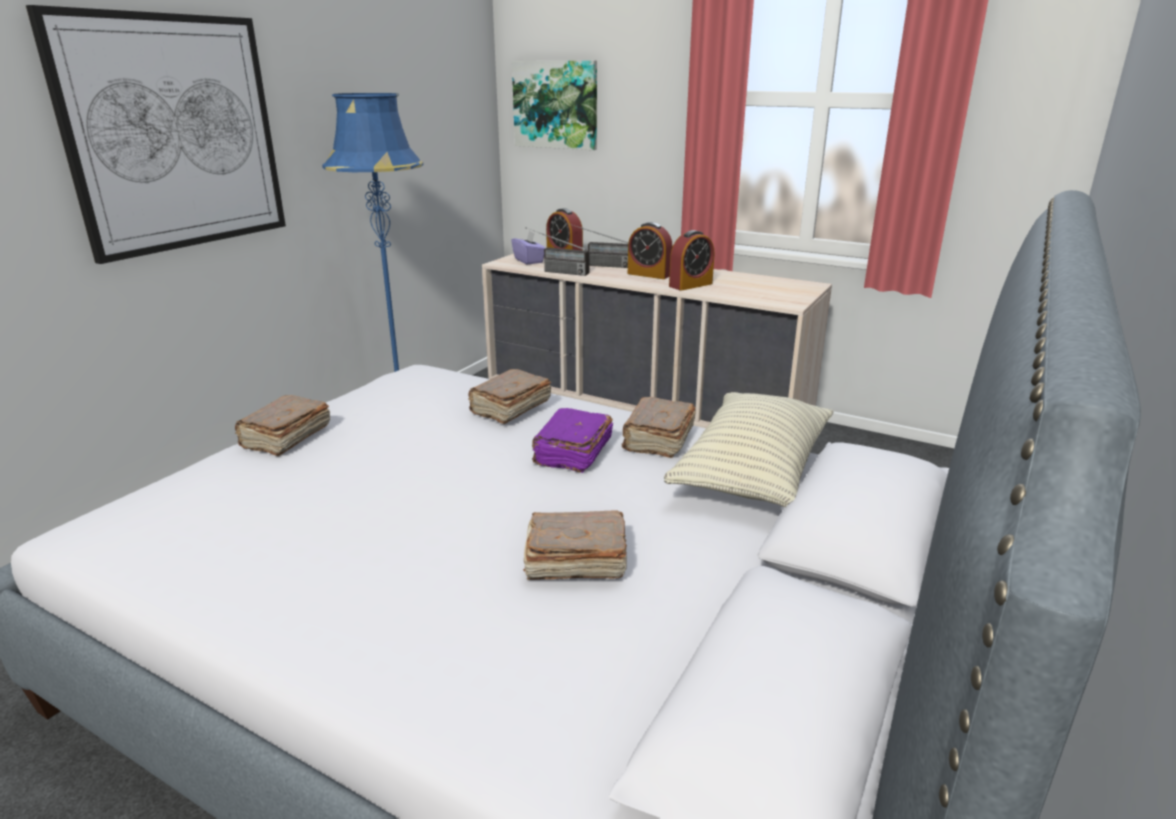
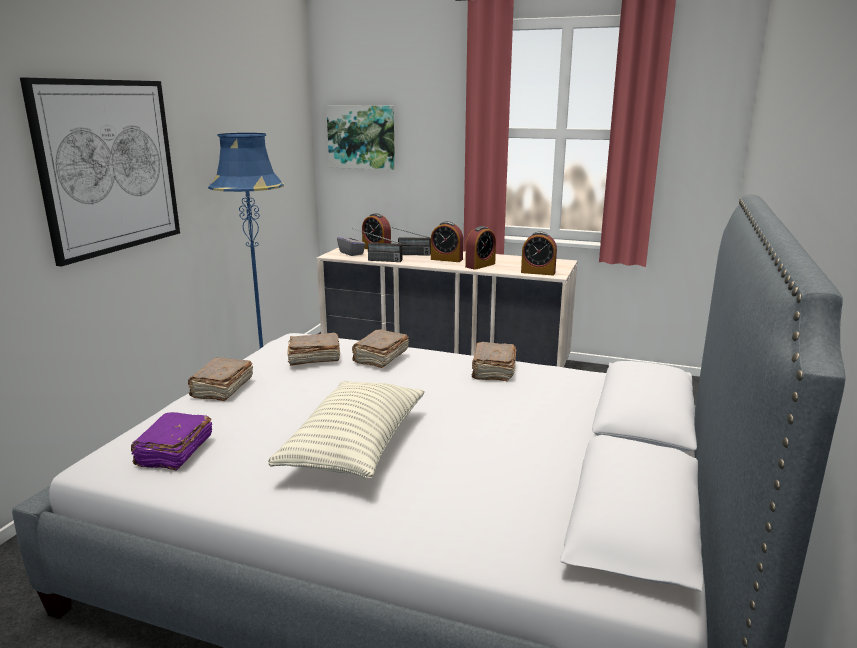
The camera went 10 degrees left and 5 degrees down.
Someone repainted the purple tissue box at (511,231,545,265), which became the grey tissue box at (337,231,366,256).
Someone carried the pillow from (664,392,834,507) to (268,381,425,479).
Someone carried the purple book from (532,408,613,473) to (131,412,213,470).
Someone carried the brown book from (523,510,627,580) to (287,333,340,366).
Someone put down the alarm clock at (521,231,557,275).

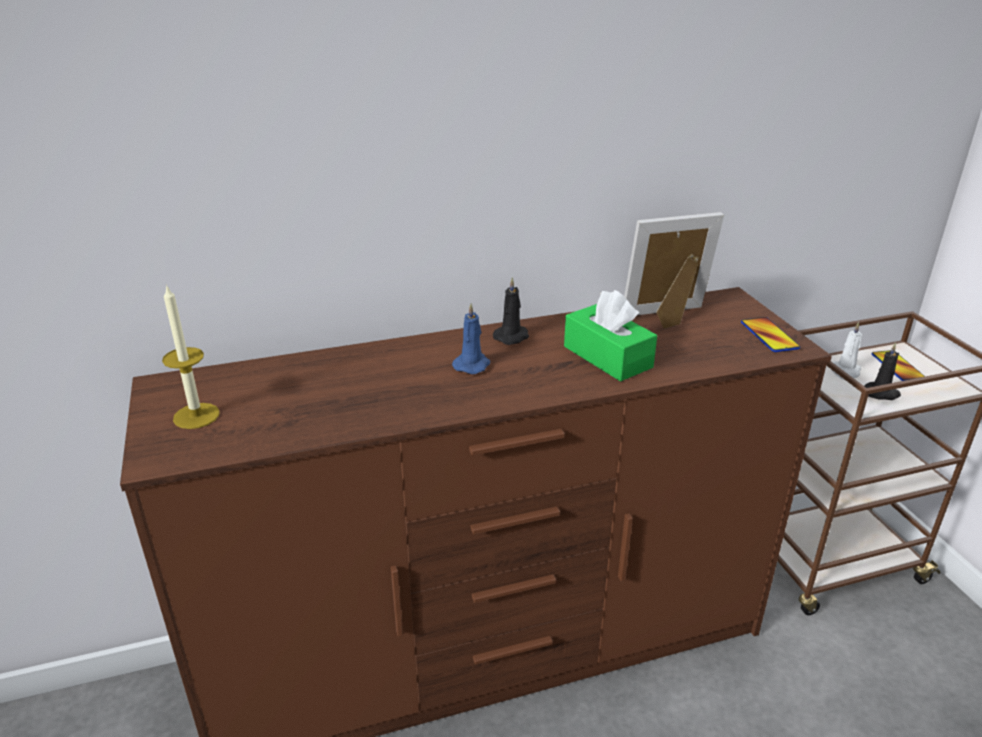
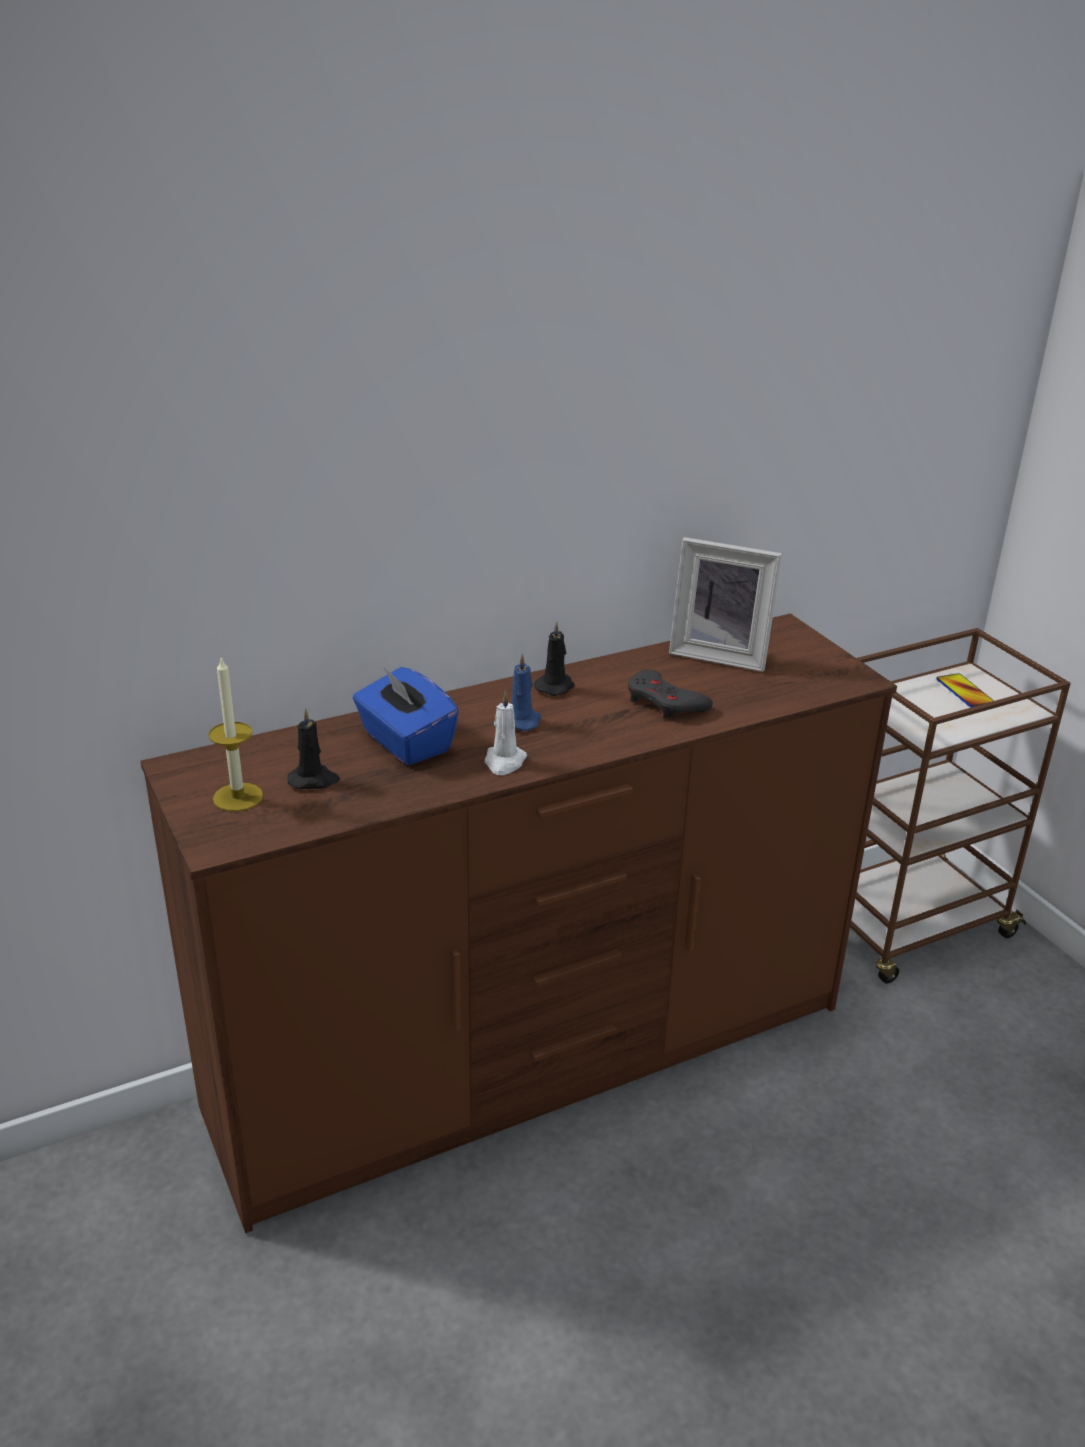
The camera went 10 degrees left and 0 degrees up.
Someone rotated the picture frame at (624,212,724,329) by 135 degrees counterclockwise.
Someone swapped the green tissue box at (564,290,657,382) for the grey game controller at (628,669,713,719).
Someone took away the phone at (741,317,800,352).
Someone carried the white candle from (832,322,862,380) to (485,690,527,775).
Someone carried the black candle from (865,343,901,400) to (287,709,340,789).
Someone put down the blue tissue box at (353,666,459,765).

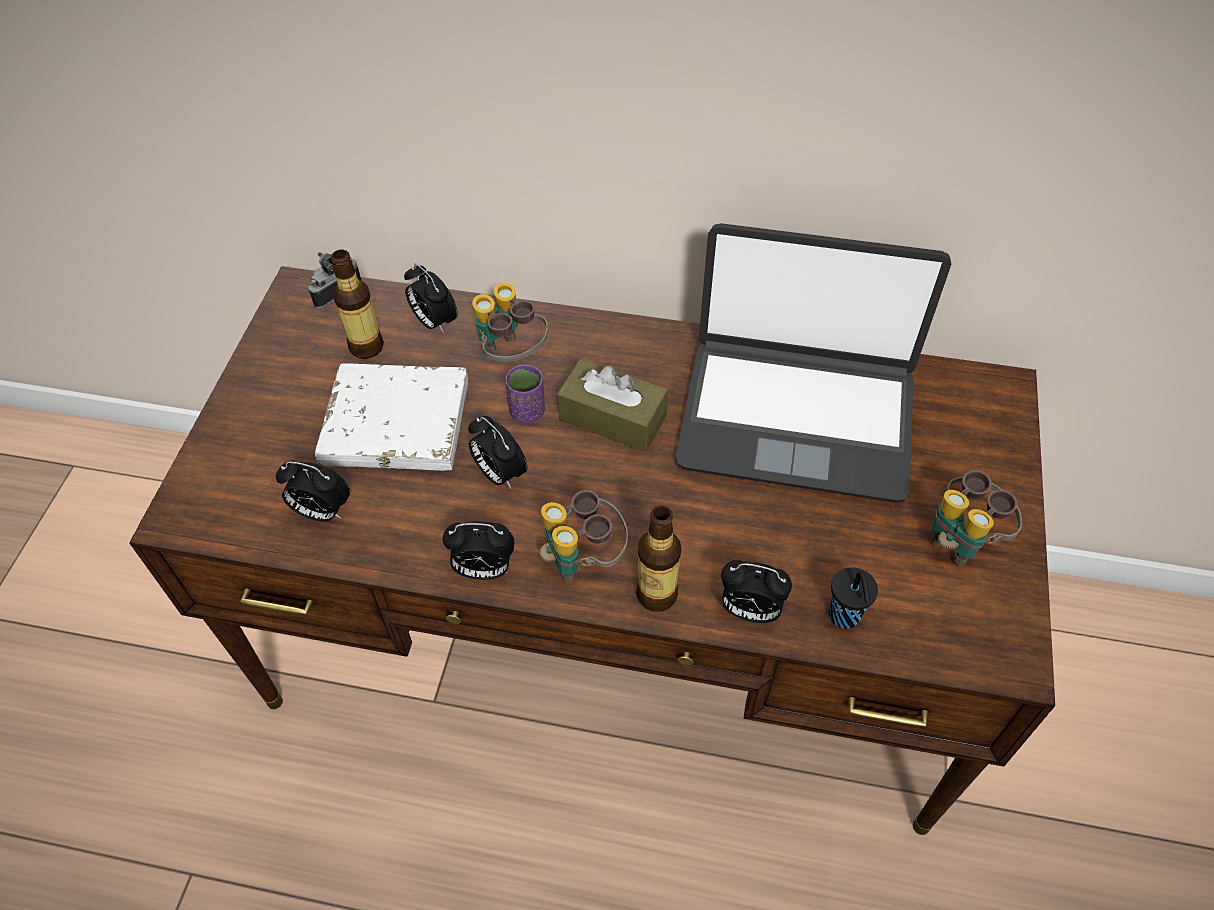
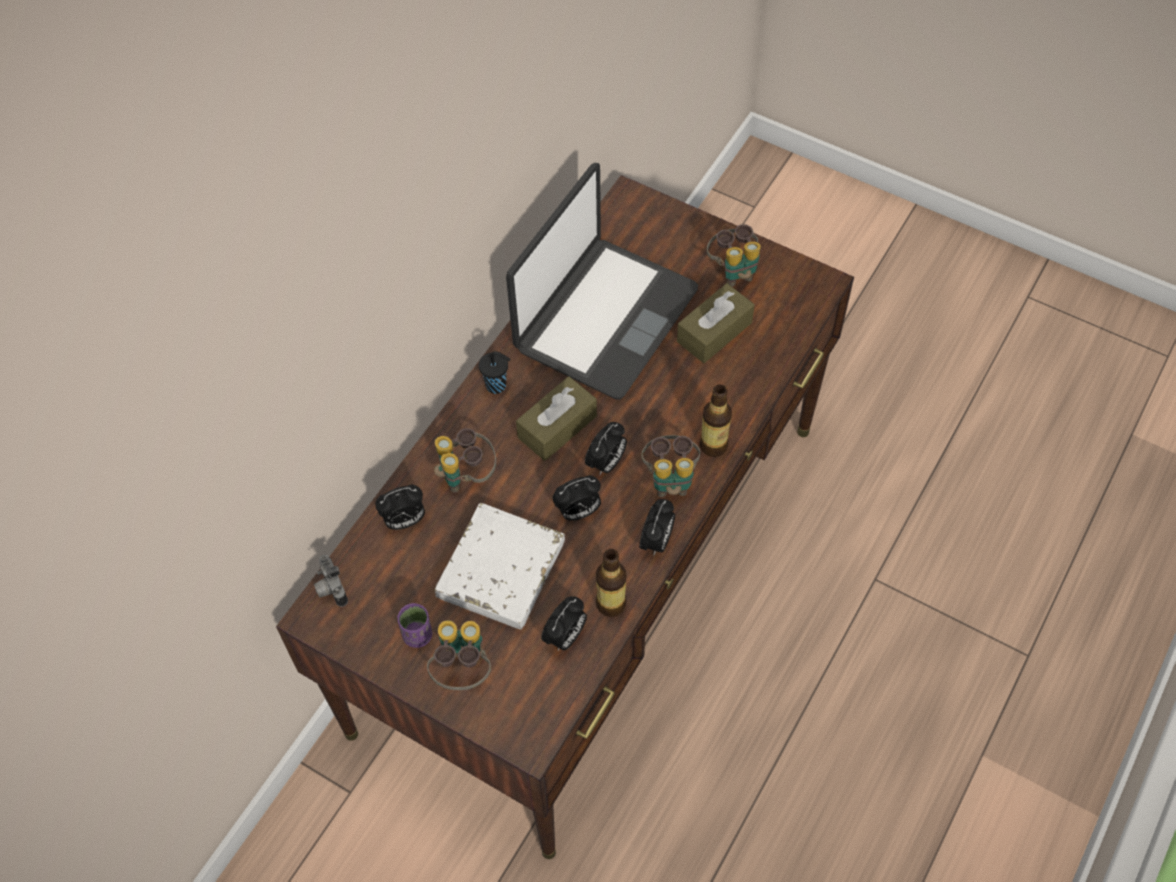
The camera went 70 degrees left and 5 degrees up.
Someone carried the bottle from (331,250,384,359) to (596,549,627,617).
Someone carried the purple cup from (505,365,545,423) to (397,603,432,648).
Someone carried the alarm clock from (721,560,792,623) to (585,422,627,475).
Someone carried the black cup from (829,567,878,629) to (479,351,510,394).
Someone put down the brown tissue box at (677,283,755,363).
Someone put down the binoculars at (427,620,491,690).

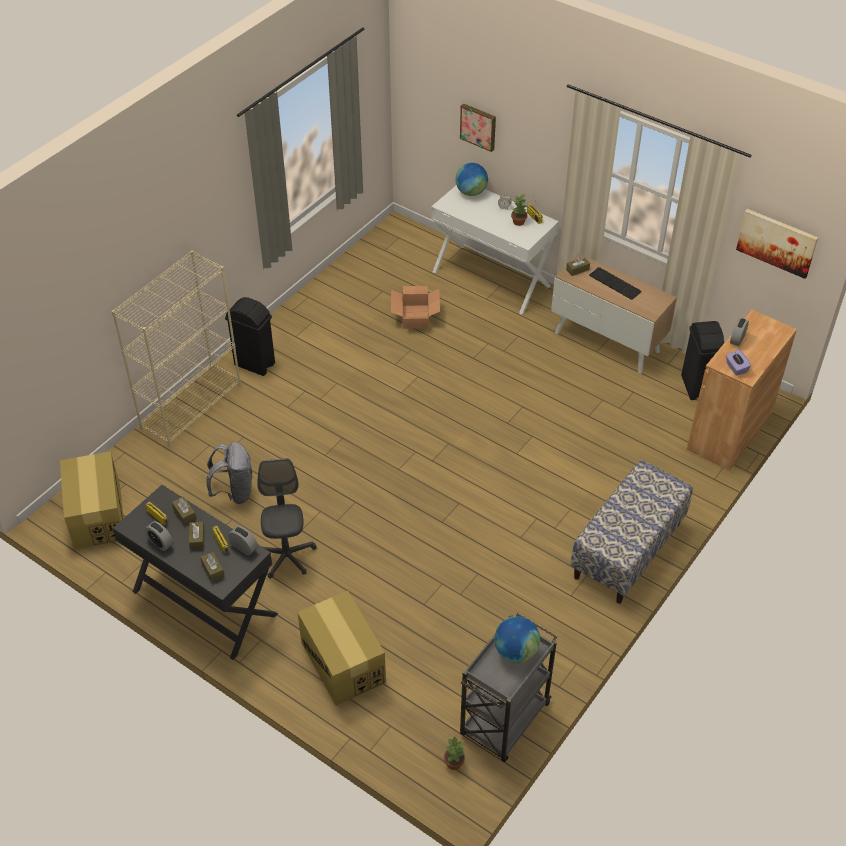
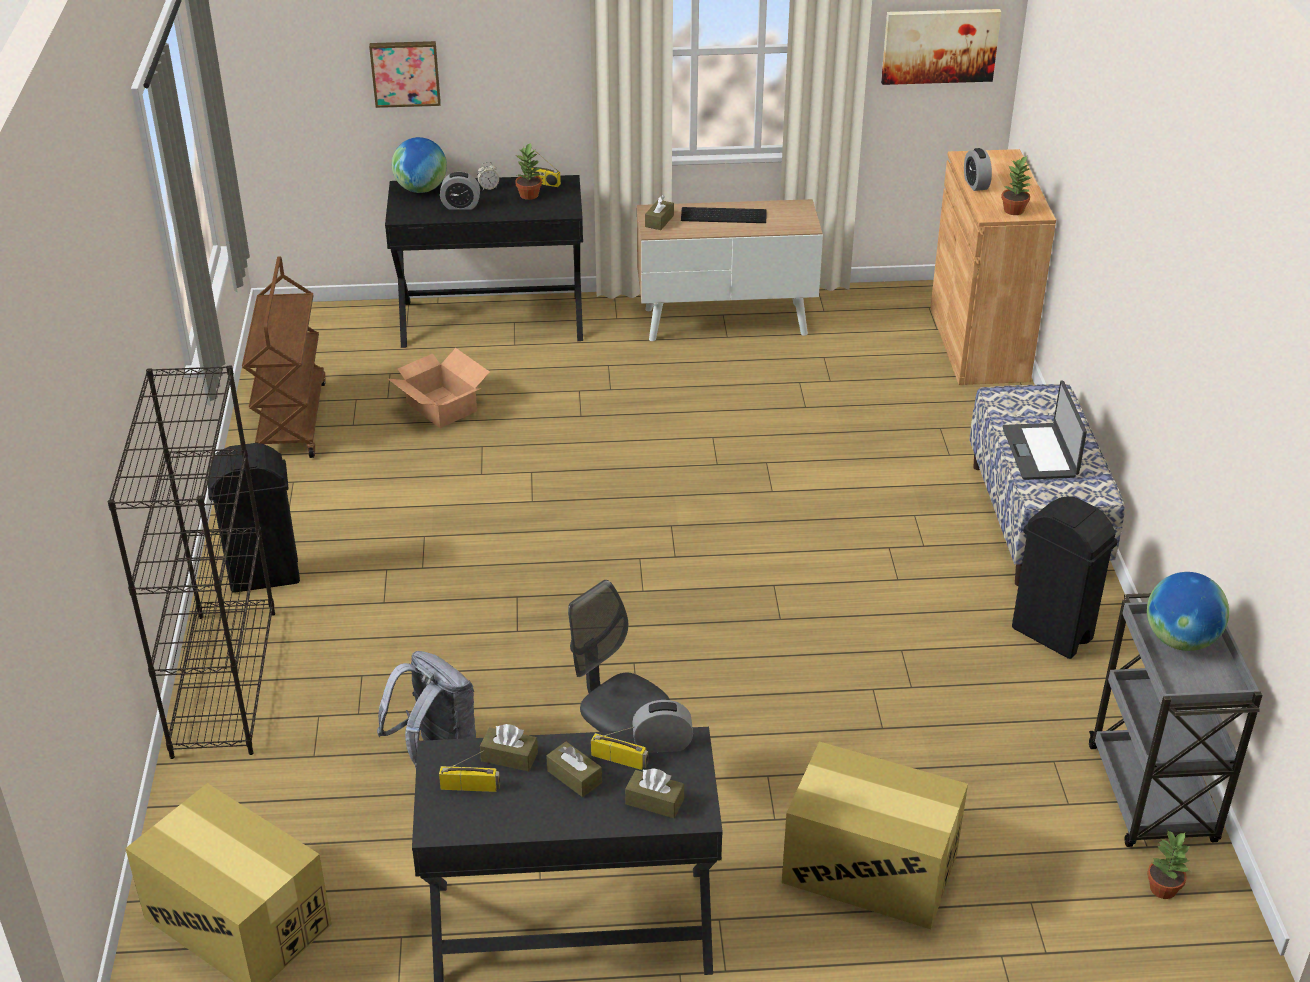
The camera went 40 degrees left and 10 degrees down.
Someone repainted the white desk at (431,185,559,315), which became the black desk at (385,175,583,348).
Someone repainted the beige bookcase at (112,251,241,447), which became the black bookcase at (108,365,275,759).
Someone carried the black trash can from (681,321,724,400) to (1012,496,1118,659).
Someone swapped the purple tissue box at (726,349,751,376) for the potted plant at (1001,156,1032,215).
Someone carried the alarm clock from (145,521,173,551) to (440,172,480,209).
Someone put down the brown cart at (242,256,326,458).
Someone put down the laptop at (1003,380,1087,480).

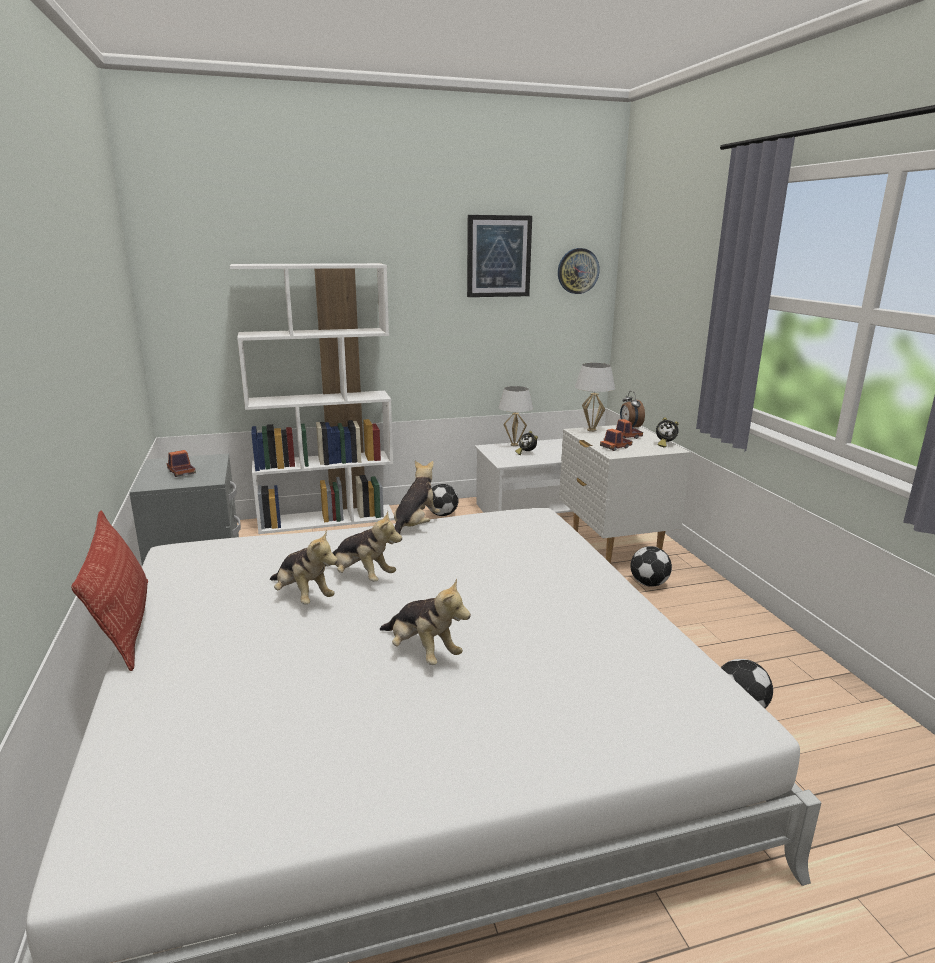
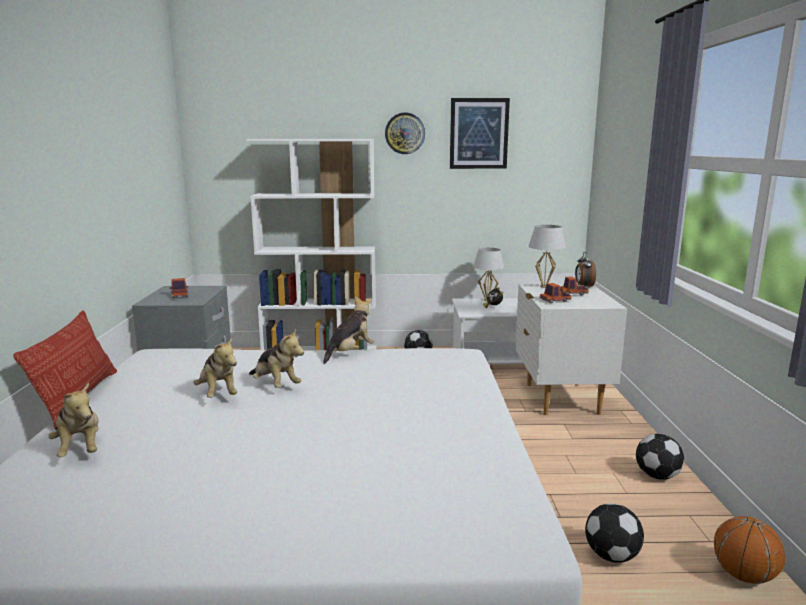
The camera went 15 degrees right and 5 degrees down.
Someone carried the wall clock from (558,248,600,294) to (385,113,425,154).
Someone took away the alarm clock at (656,418,679,448).
Someone carried the football from (630,546,672,587) to (636,434,684,480).
Someone carried the plush toy from (380,578,471,665) to (49,382,99,457).
Someone put down the basketball at (714,516,785,584).

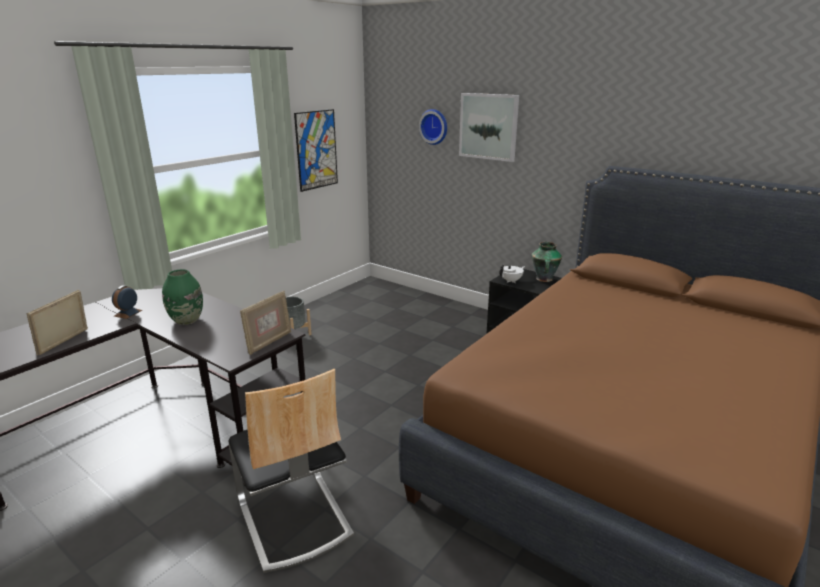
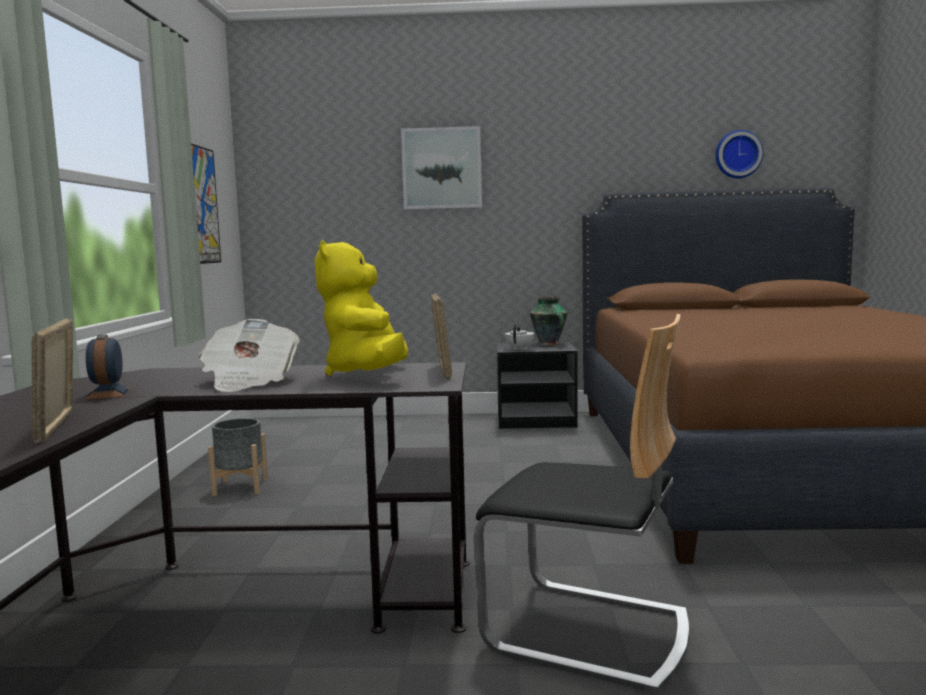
The camera went 35 degrees left and 15 degrees down.
Someone carried the wall clock from (419,109,447,145) to (715,130,763,178).
Someone swapped the green vase at (162,269,203,325) for the newspaper at (199,319,300,392).
Someone put down the yellow plush toy at (315,240,408,376).

